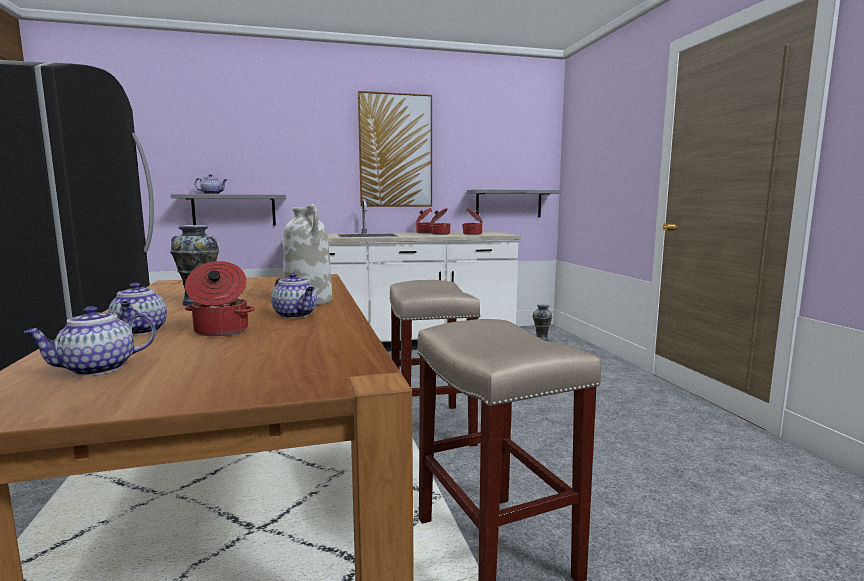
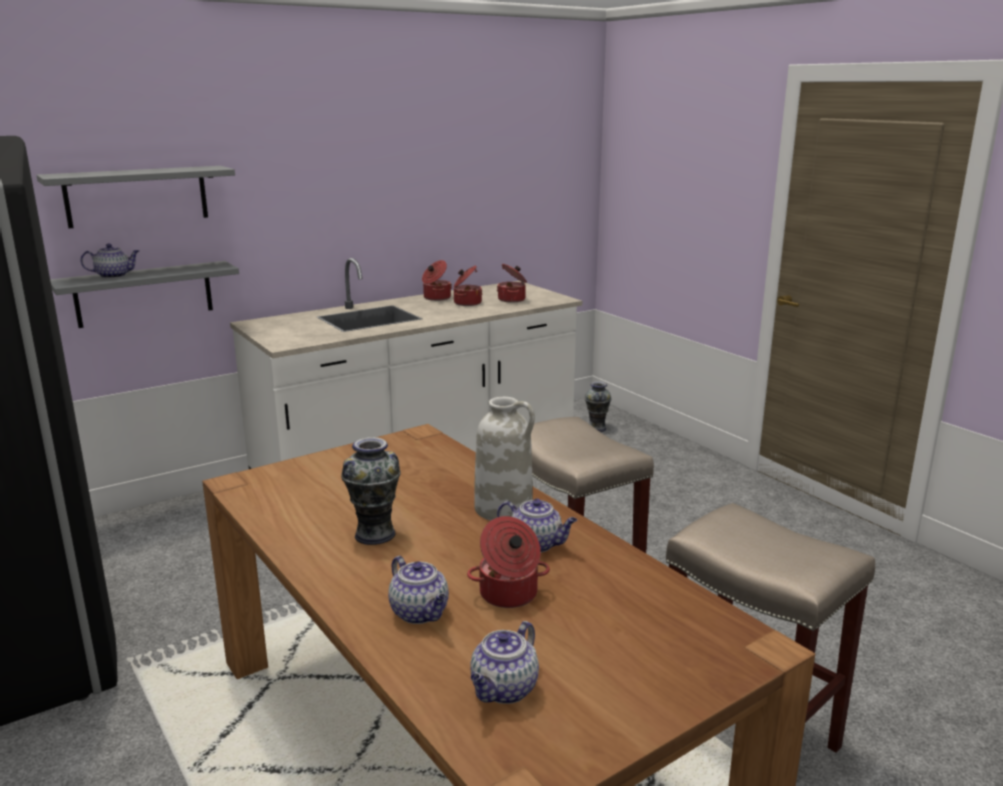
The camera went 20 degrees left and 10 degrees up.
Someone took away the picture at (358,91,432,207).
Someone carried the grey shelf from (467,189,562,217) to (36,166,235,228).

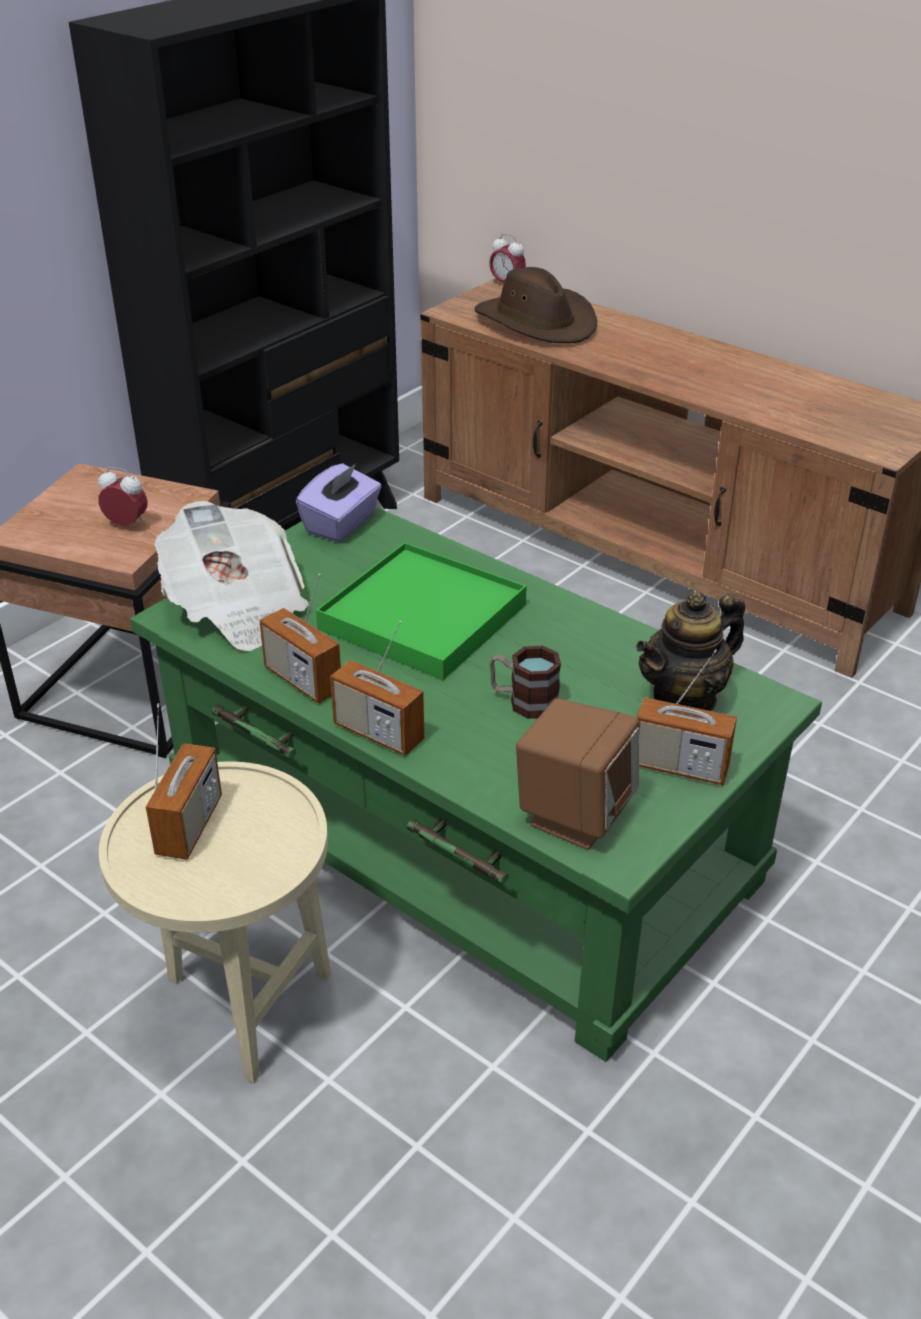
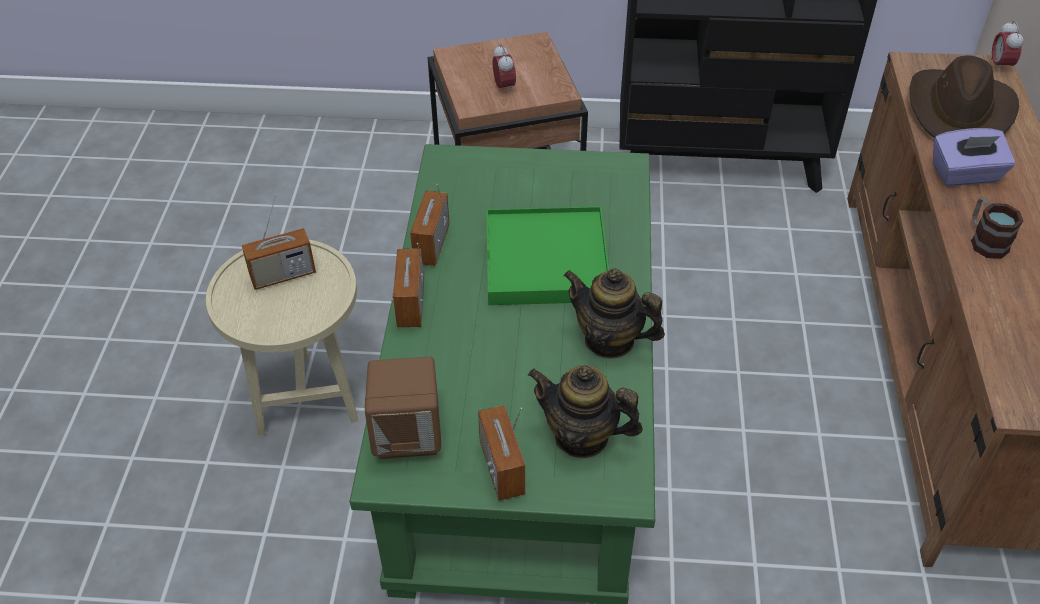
The camera went 55 degrees right and 10 degrees up.
Someone carried the purple tissue box from (296,463,382,542) to (933,128,1016,186).
Someone took away the newspaper at (155,501,308,651).
Someone carried the mug from (490,646,561,719) to (971,197,1023,259).
Someone put down the teapot at (564,268,665,359).

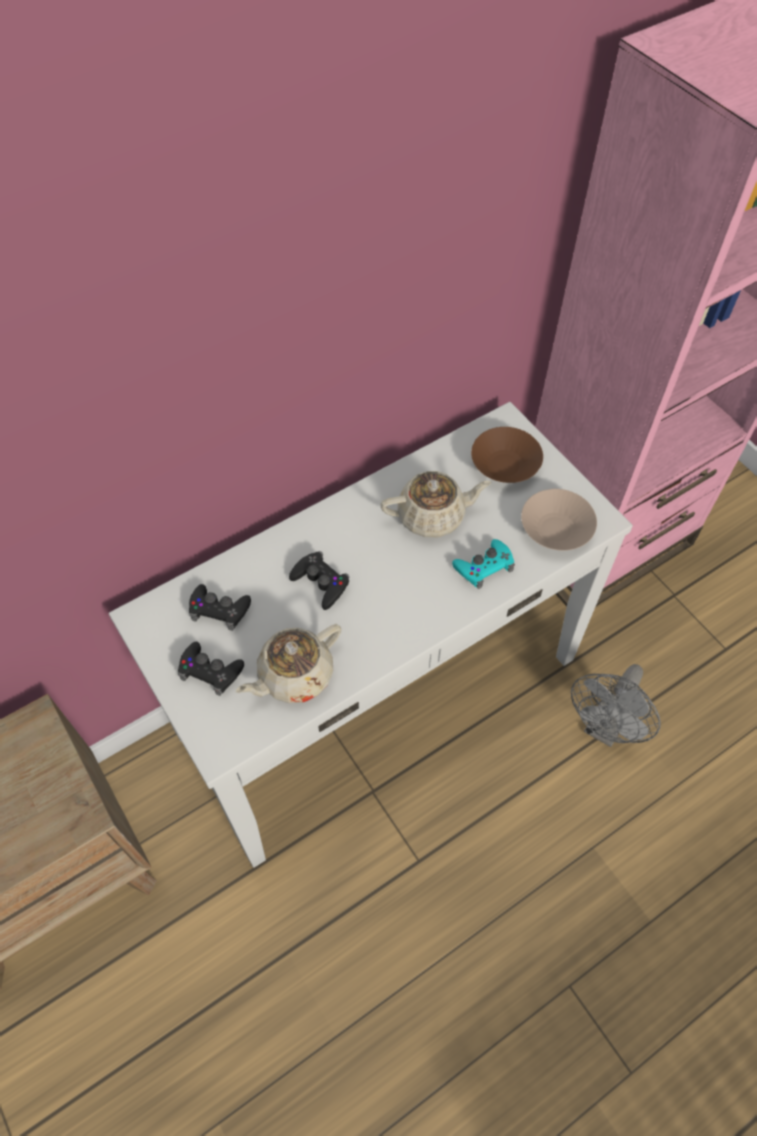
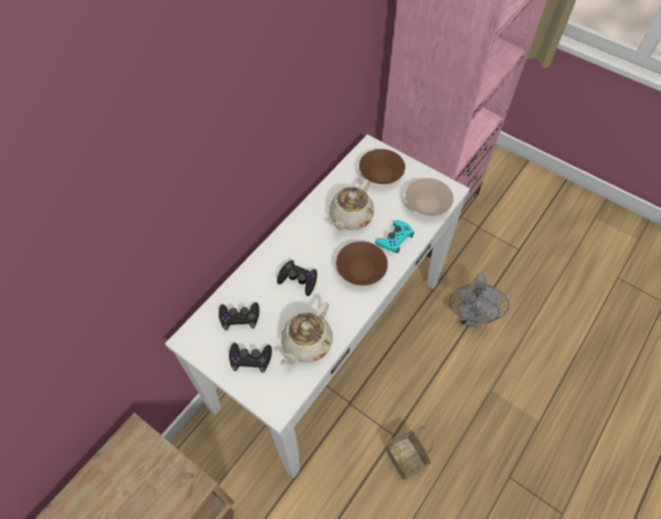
The camera went 20 degrees left and 0 degrees up.
Someone rotated the beige teapot at (380,471,492,537) by 150 degrees clockwise.
Someone put down the brown bowl at (336,241,388,286).
Someone put down the basket at (387,427,433,480).

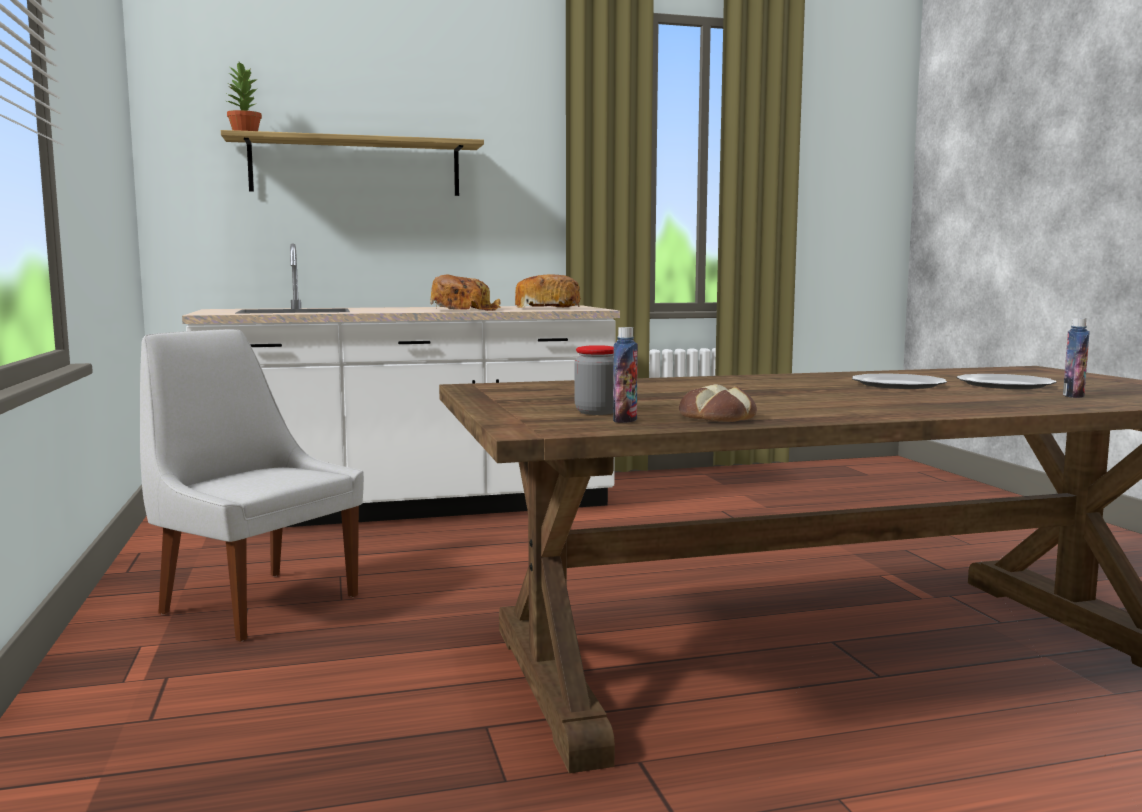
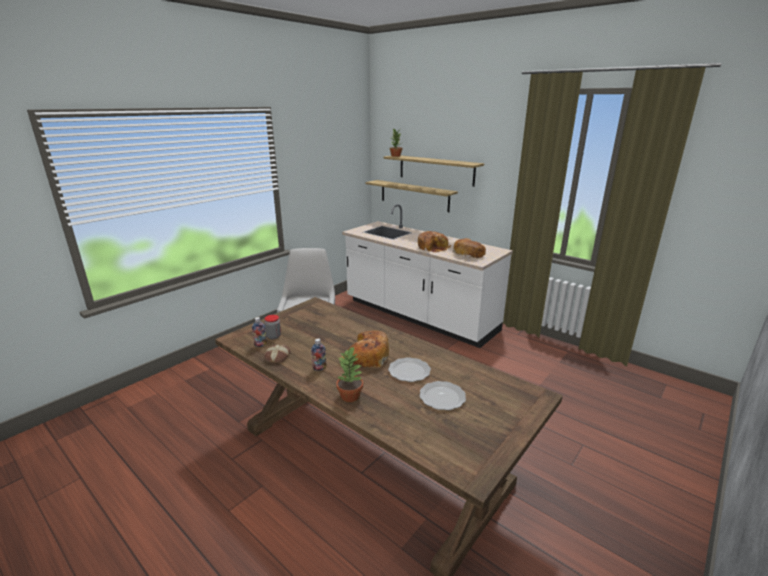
The camera went 55 degrees right and 15 degrees up.
Someone carried the bottle from (1063,318,1090,398) to (311,338,327,371).
Someone put up the shelf at (365,180,458,212).
Someone put down the bread at (340,330,389,368).
Someone put down the potted plant at (336,346,363,402).

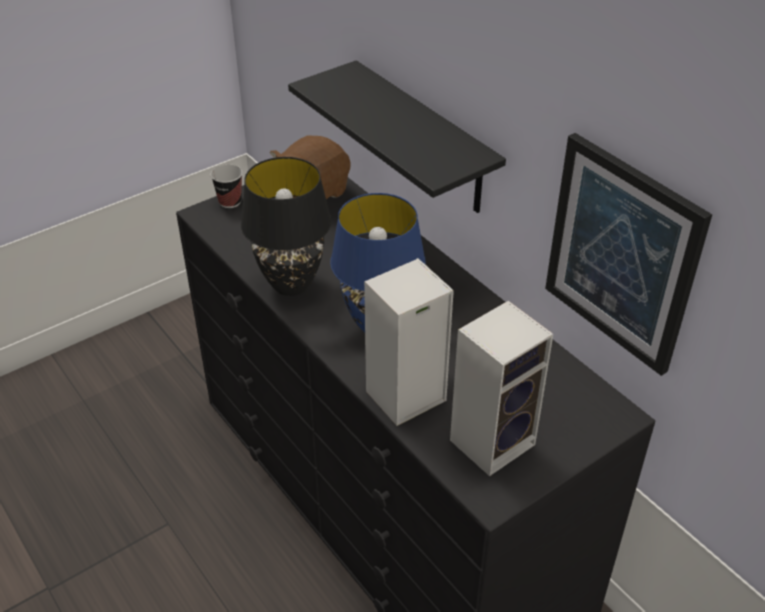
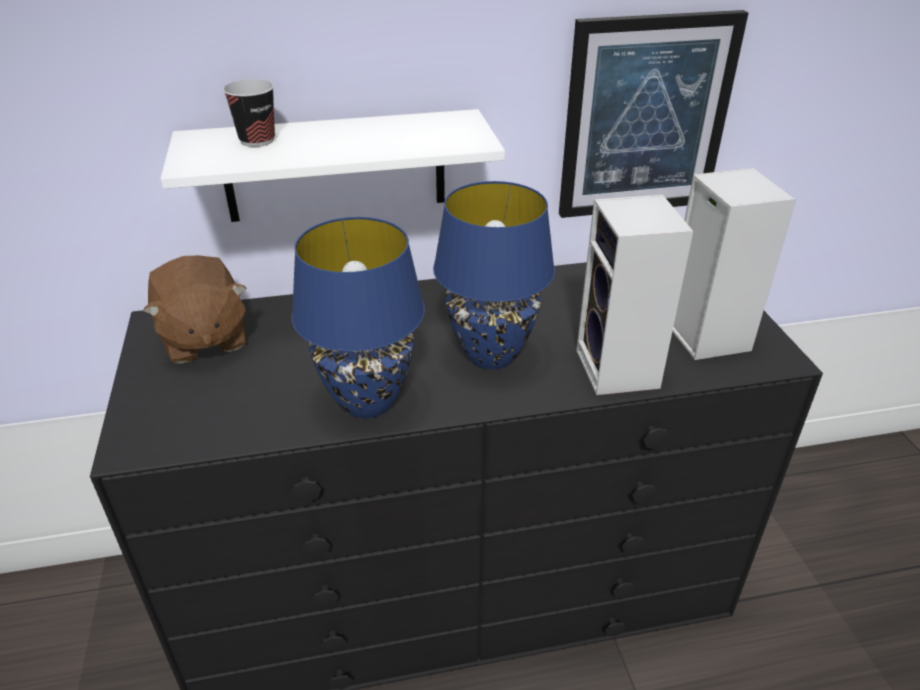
The camera went 65 degrees left and 5 degrees down.
Someone repainted the black shelf at (288,60,506,213), which became the white shelf at (161,109,505,222).
Someone repainted the black table lamp at (241,157,332,296), which became the blue table lamp at (292,217,425,418).
Someone carried the cup from (210,164,242,208) to (223,79,275,147).

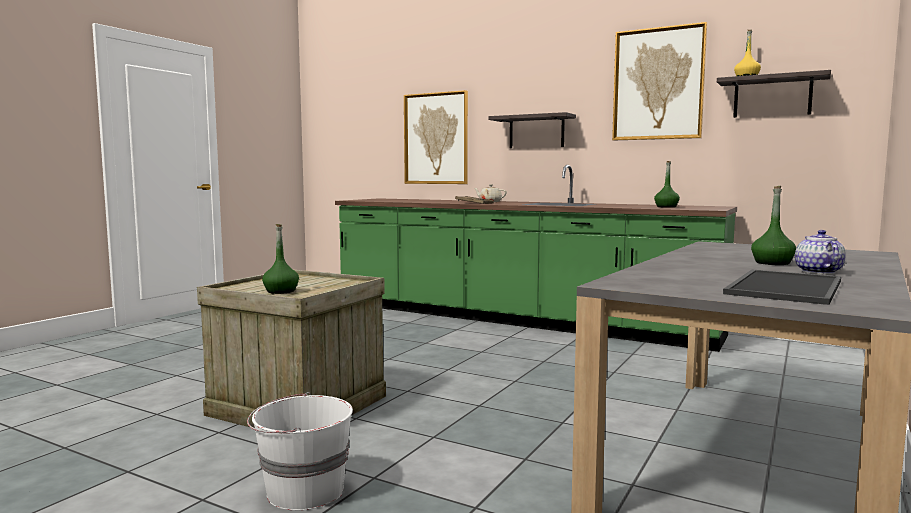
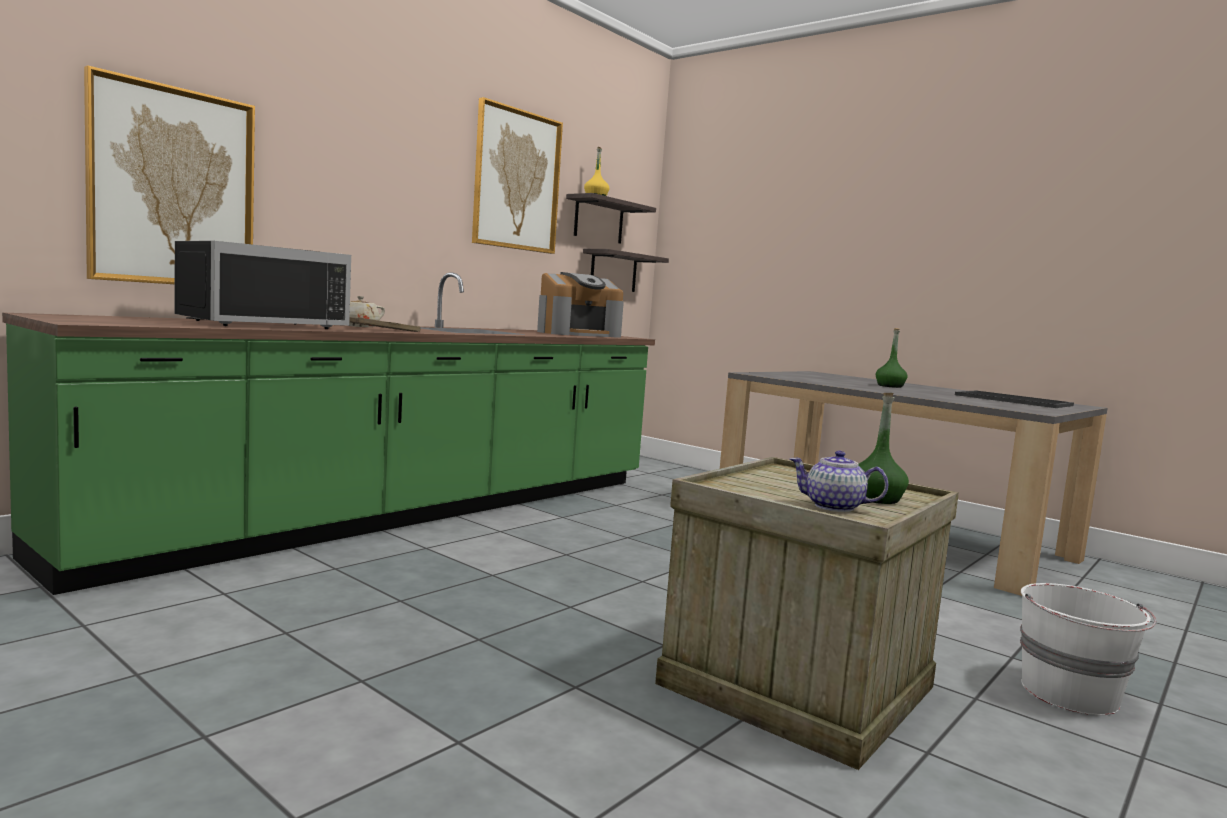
The camera went 80 degrees left and 0 degrees up.
Someone carried the shelf from (488,112,576,148) to (583,249,669,292).
Someone swapped the green bottle at (654,161,680,208) for the coffee machine at (537,272,624,338).
Someone carried the teapot from (795,230,846,274) to (790,451,889,512).
Someone put down the black microwave at (175,241,351,329).

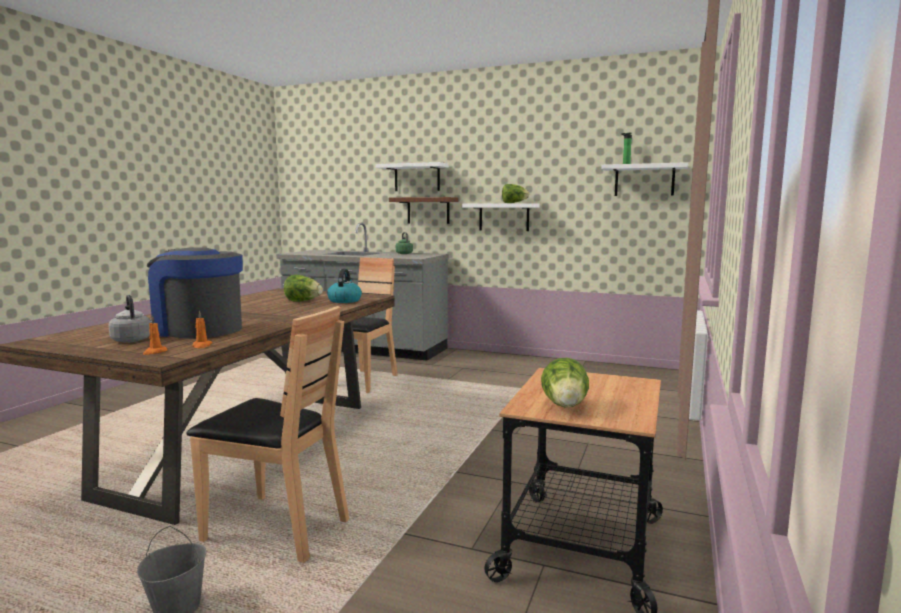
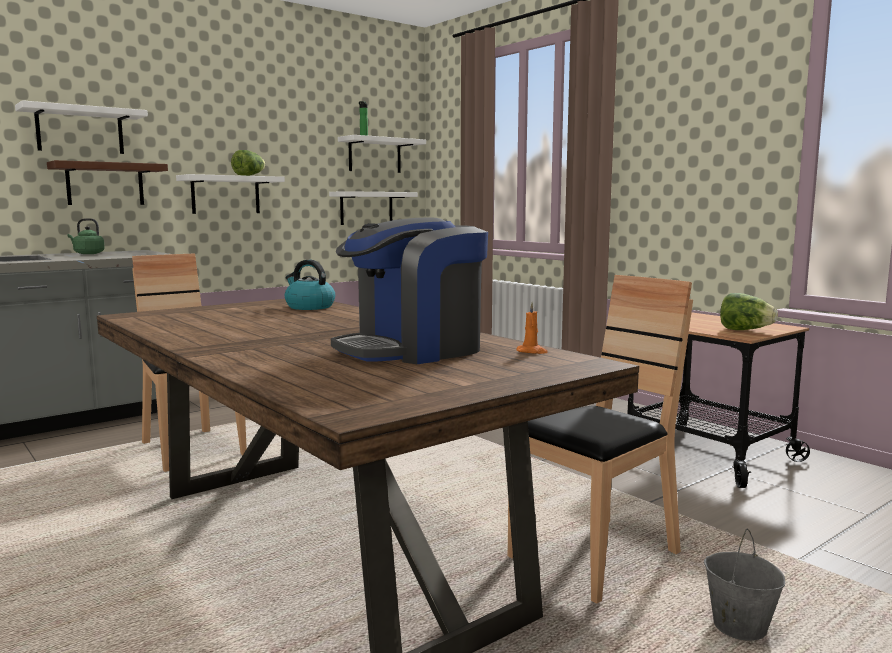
The camera went 60 degrees left and 0 degrees up.
Someone took away the lettuce at (284,275,323,302).
Someone took away the grey kettle at (108,295,151,342).
Someone took away the orange candle at (143,315,168,355).
Someone put up the white shelf at (329,191,418,225).

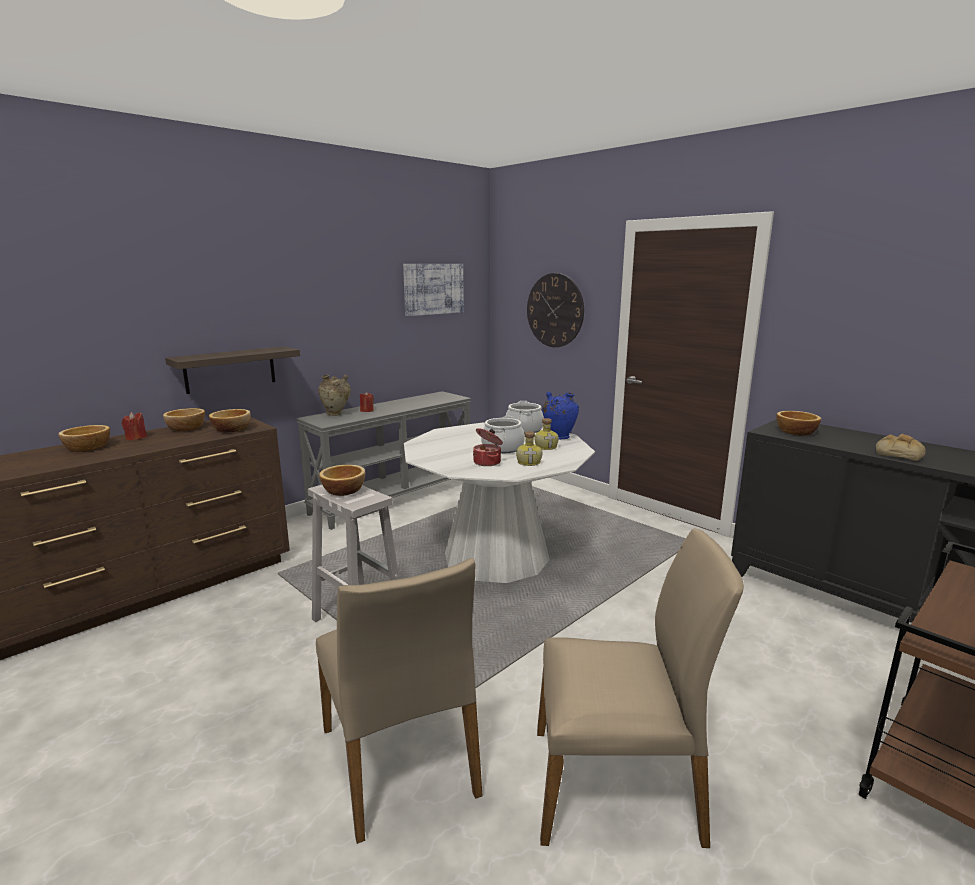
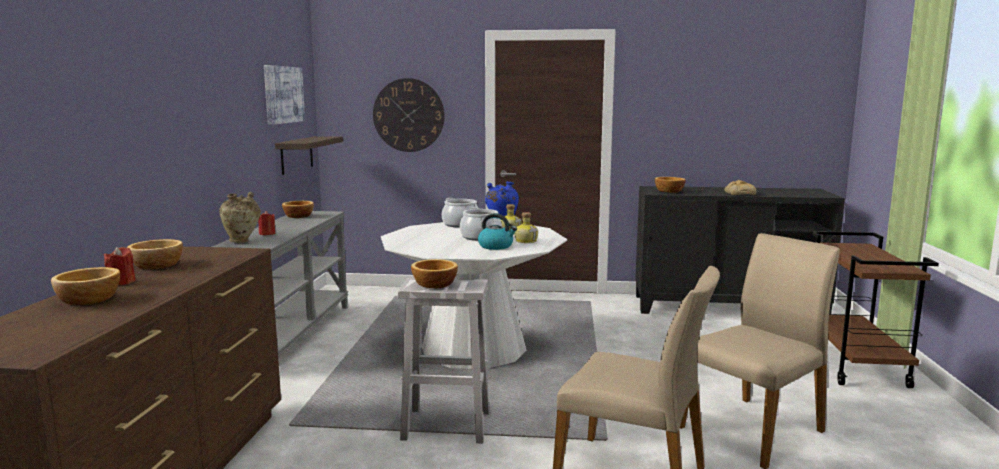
The camera went 40 degrees left and 5 degrees down.
Someone carried the shelf from (165,346,300,394) to (275,136,343,175).
Someone carried the bowl from (209,409,251,433) to (282,201,314,218).
Someone swapped the cooking pot at (473,428,503,466) for the kettle at (478,213,517,250).

